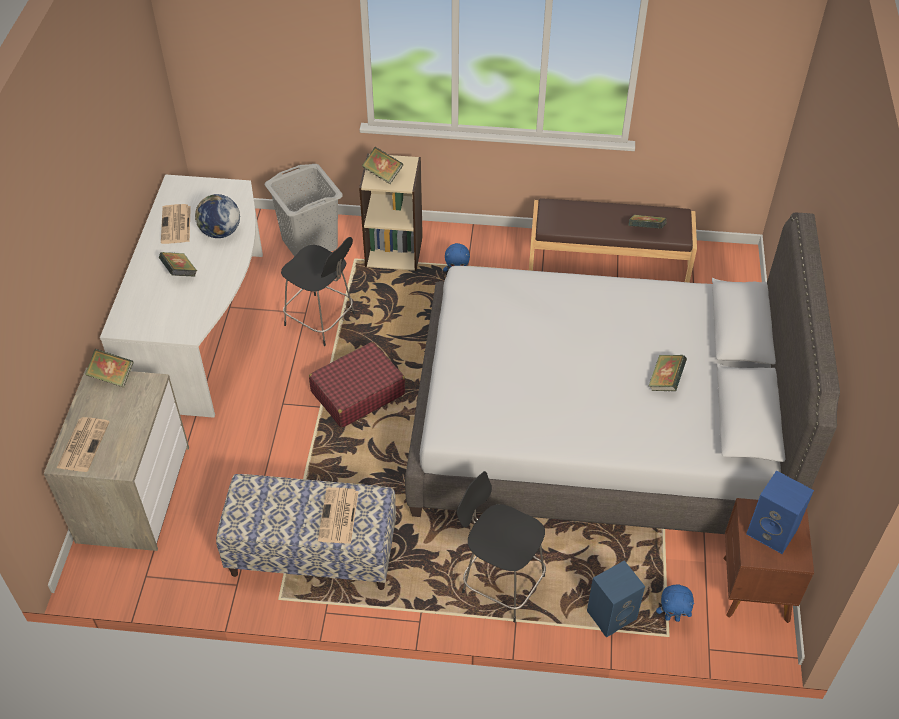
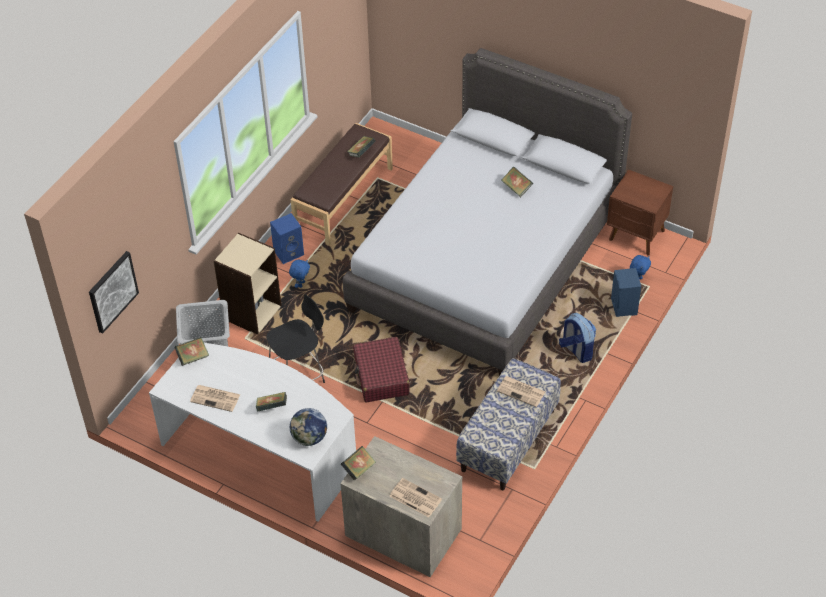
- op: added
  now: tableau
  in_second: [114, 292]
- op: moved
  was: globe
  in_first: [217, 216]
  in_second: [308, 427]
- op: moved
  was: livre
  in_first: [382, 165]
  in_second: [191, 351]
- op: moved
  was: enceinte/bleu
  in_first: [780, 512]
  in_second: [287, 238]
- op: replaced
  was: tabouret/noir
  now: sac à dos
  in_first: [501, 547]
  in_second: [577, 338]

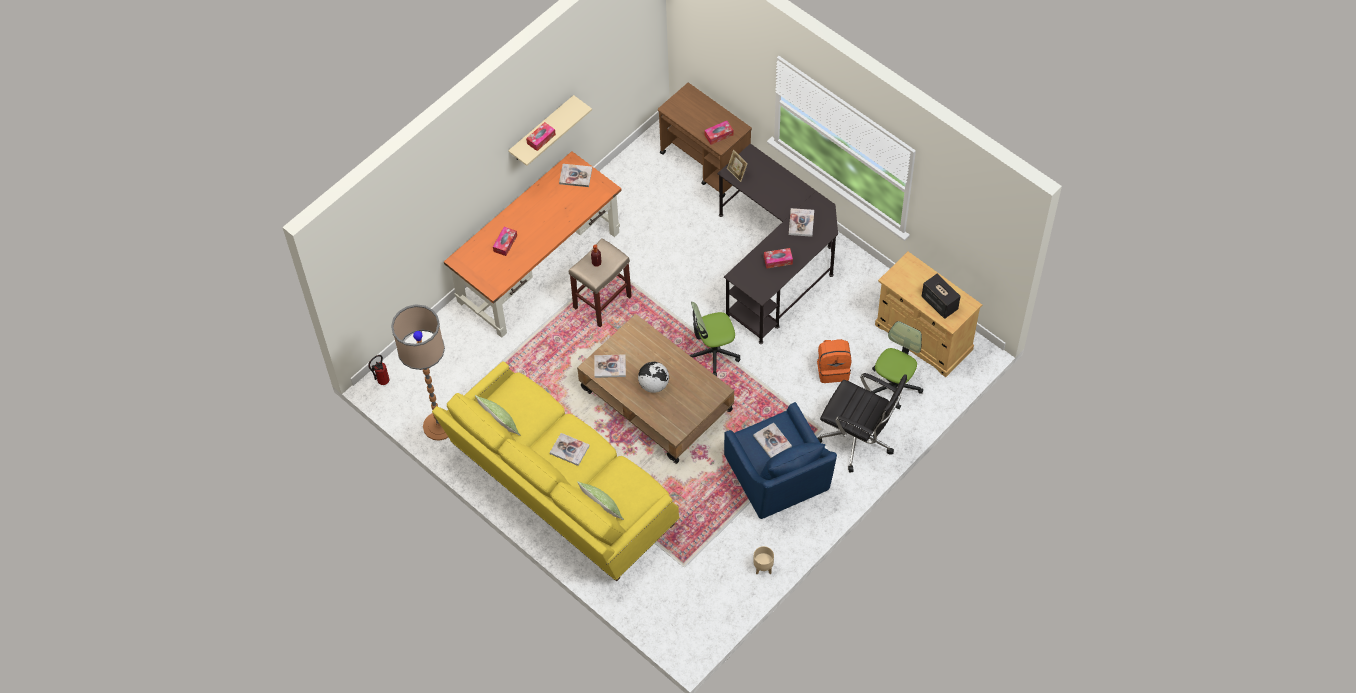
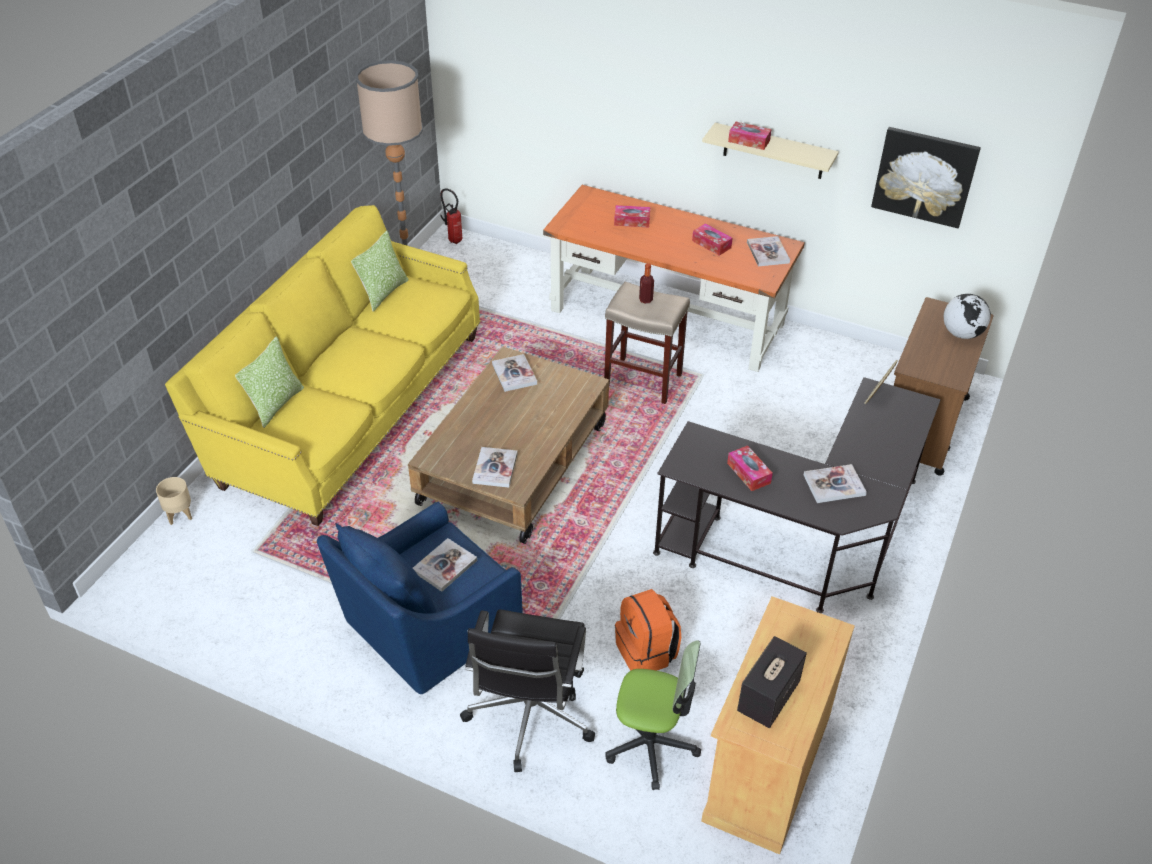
- op: removed
  was: chaise de bureau
  in_first: [715, 339]
- op: added
  now: tableau
  in_second: [926, 177]
- op: moved
  was: livre
  in_first: [570, 449]
  in_second: [495, 467]
- op: moved
  was: globe
  in_first: [653, 377]
  in_second: [967, 316]
- op: moved
  was: boîte à mouchoirs
  in_first: [718, 133]
  in_second: [712, 239]
- op: moved
  was: cache-pot/beige
  in_first: [763, 560]
  in_second: [174, 501]

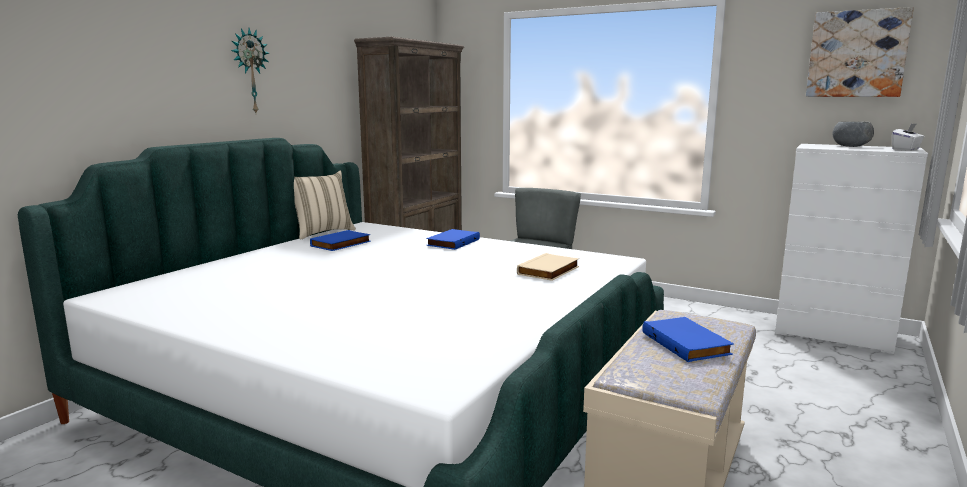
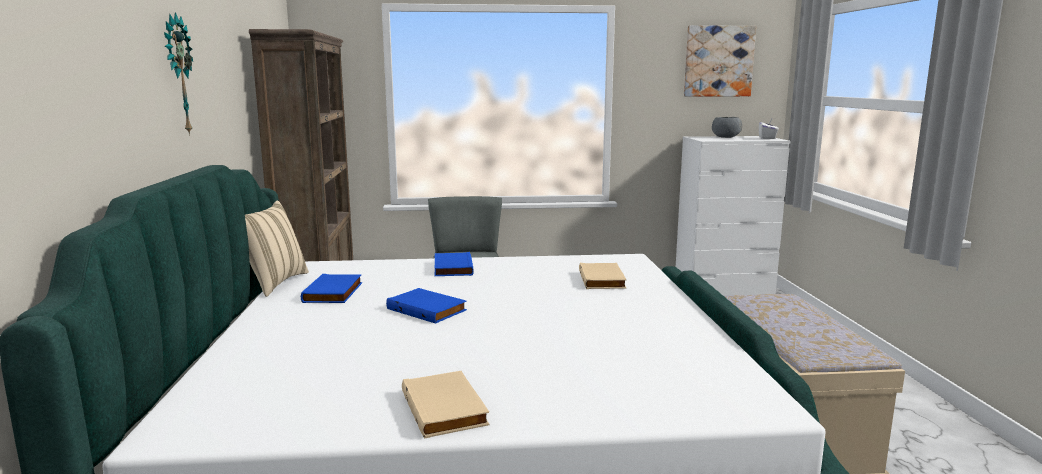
- op: added
  now: livre/beige
  in_second: [446, 405]
- op: moved
  was: livre/bleu
  in_first: [688, 339]
  in_second: [426, 305]

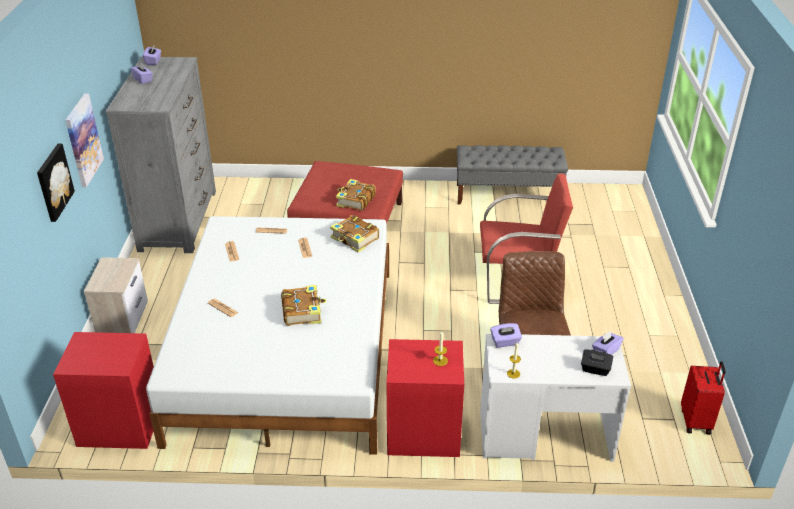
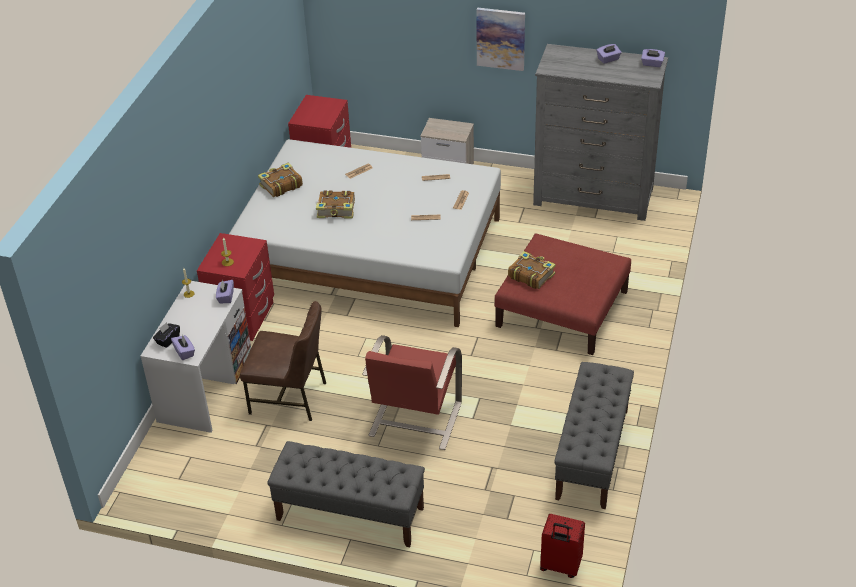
- op: removed
  was: tableau
  in_first: [56, 183]
- op: added
  now: banc/gris
  in_second: [346, 494]
- op: moved
  was: livre
  in_first: [354, 234]
  in_second: [280, 180]
- op: moved
  was: valise/rouge
  in_first: [703, 398]
  in_second: [562, 546]

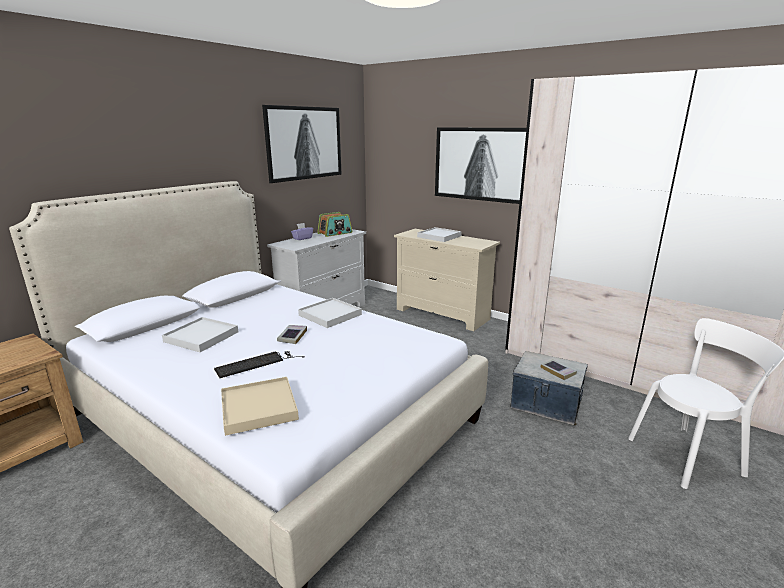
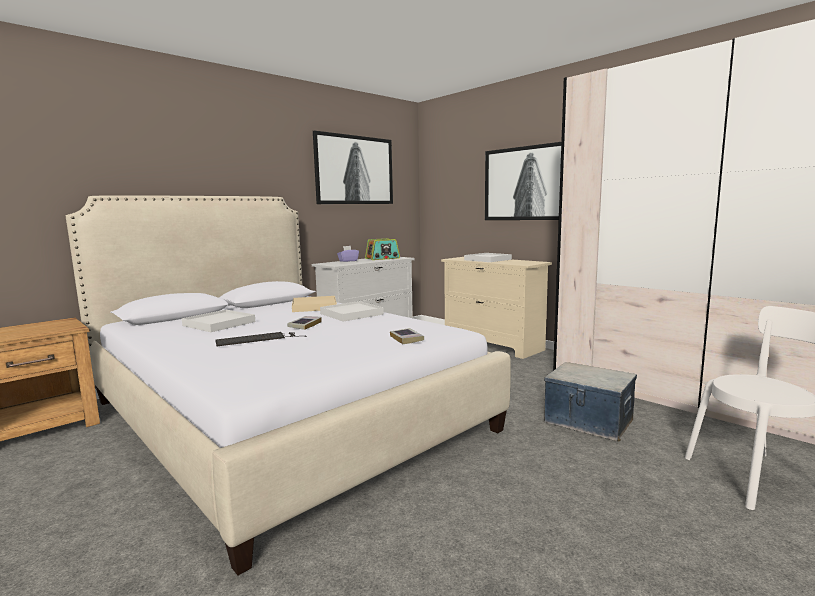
- op: moved
  was: plateau/beige
  in_first: [260, 406]
  in_second: [314, 304]
- op: moved
  was: livre
  in_first: [559, 369]
  in_second: [407, 336]

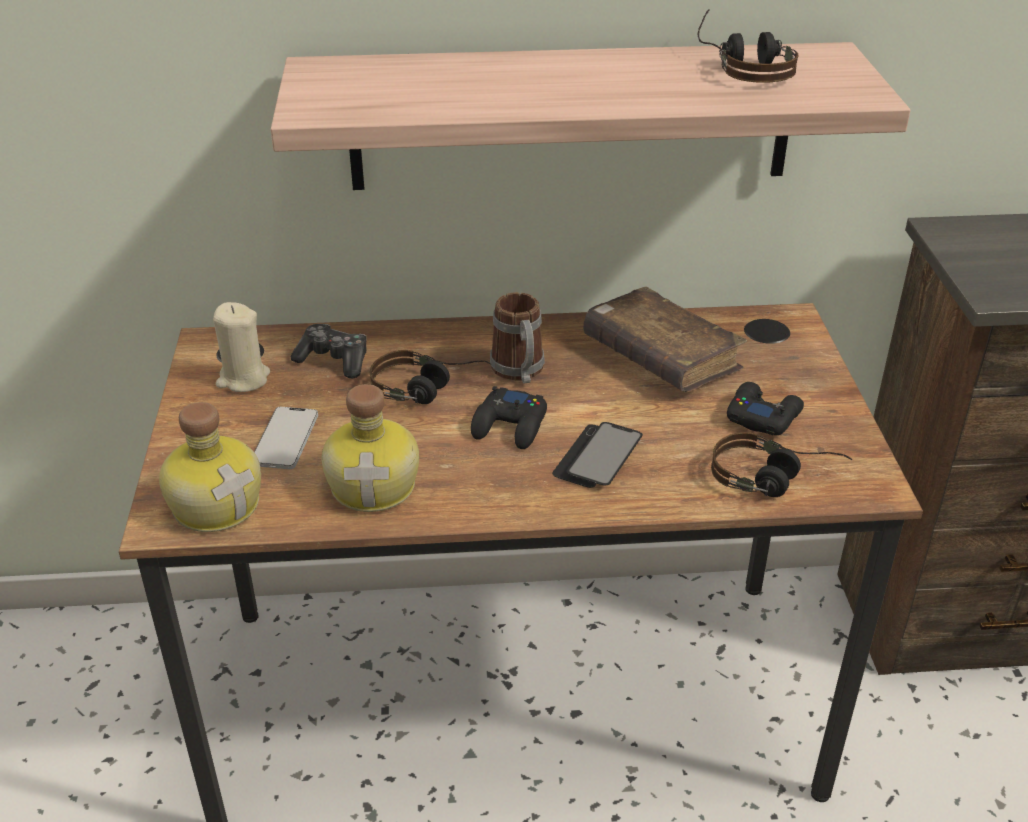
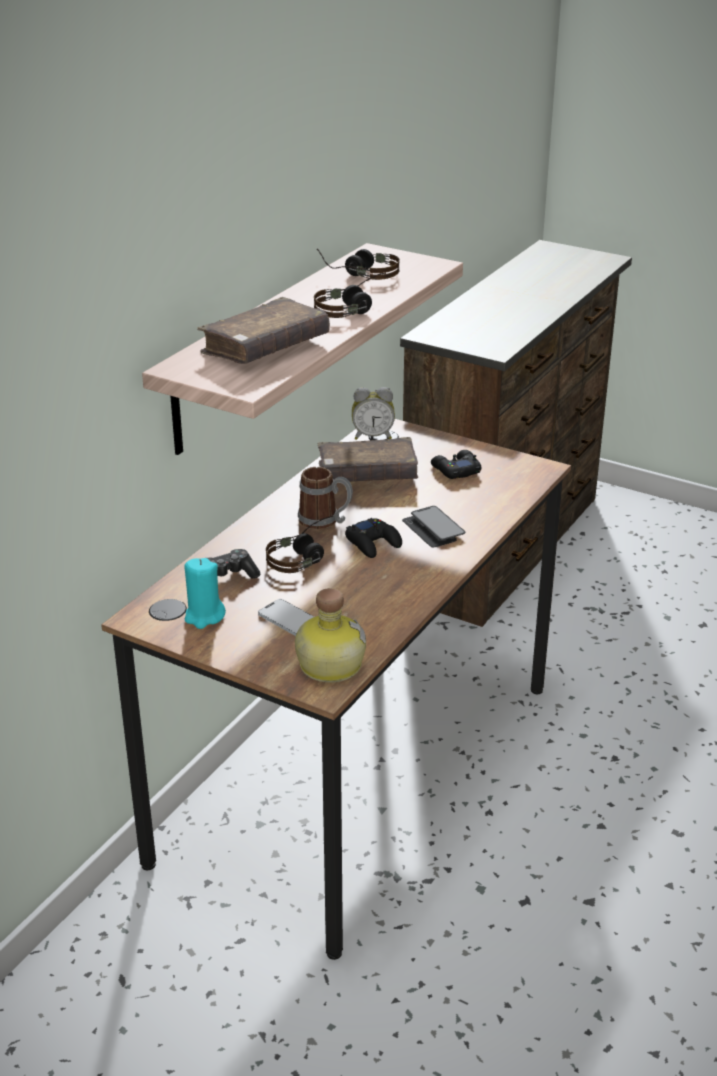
- op: removed
  was: bouteille
  in_first: [370, 448]
- op: added
  now: livre/marron
  in_second: [263, 330]
- op: added
  now: réveil
  in_second: [373, 413]
- op: moved
  was: casque audio
  in_first: [781, 464]
  in_second: [350, 295]
- op: recoloured
  was: bougie/beige
  now: bougie/turquoise
  in_first: [241, 347]
  in_second: [205, 593]

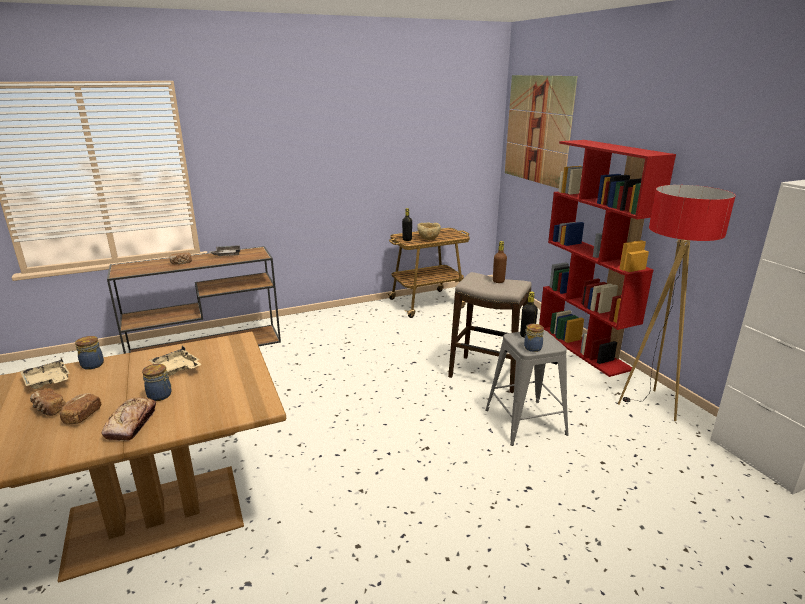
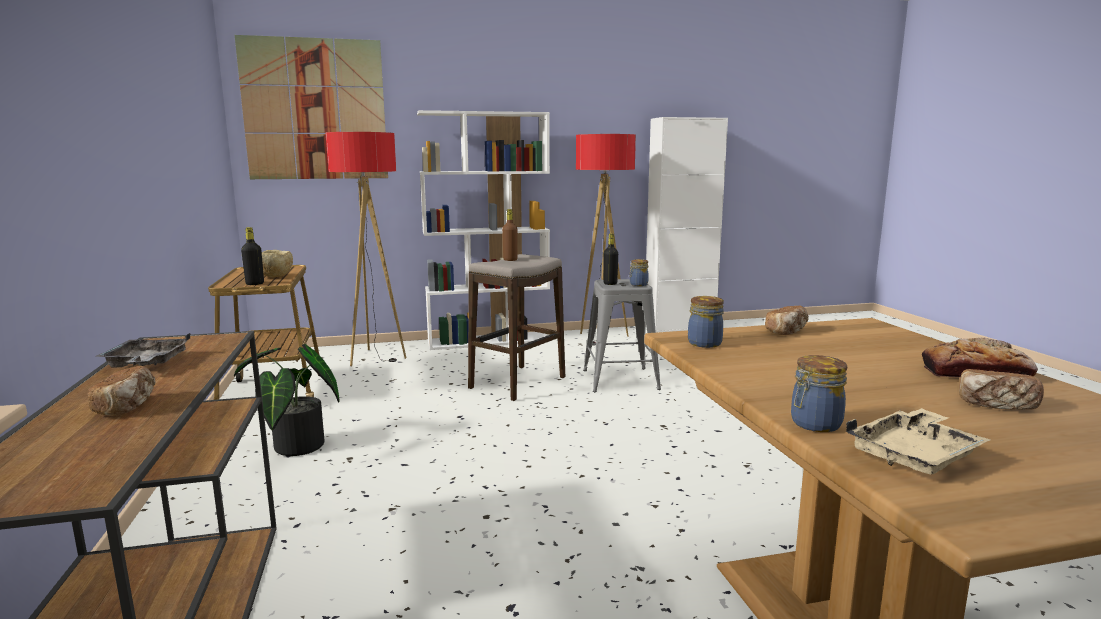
- op: removed
  was: plateau/beige
  in_first: [175, 361]
- op: added
  now: plante en pot
  in_second: [286, 400]
- op: added
  now: lampadaire
  in_second: [366, 249]
- op: moved
  was: pain
  in_first: [48, 402]
  in_second: [787, 320]
- op: moved
  was: bocal
  in_first: [157, 382]
  in_second: [706, 322]
- op: recoloured
  was: bibliothèque/rouge
  now: bibliothèque/blanc
  in_first: [607, 258]
  in_second: [483, 230]

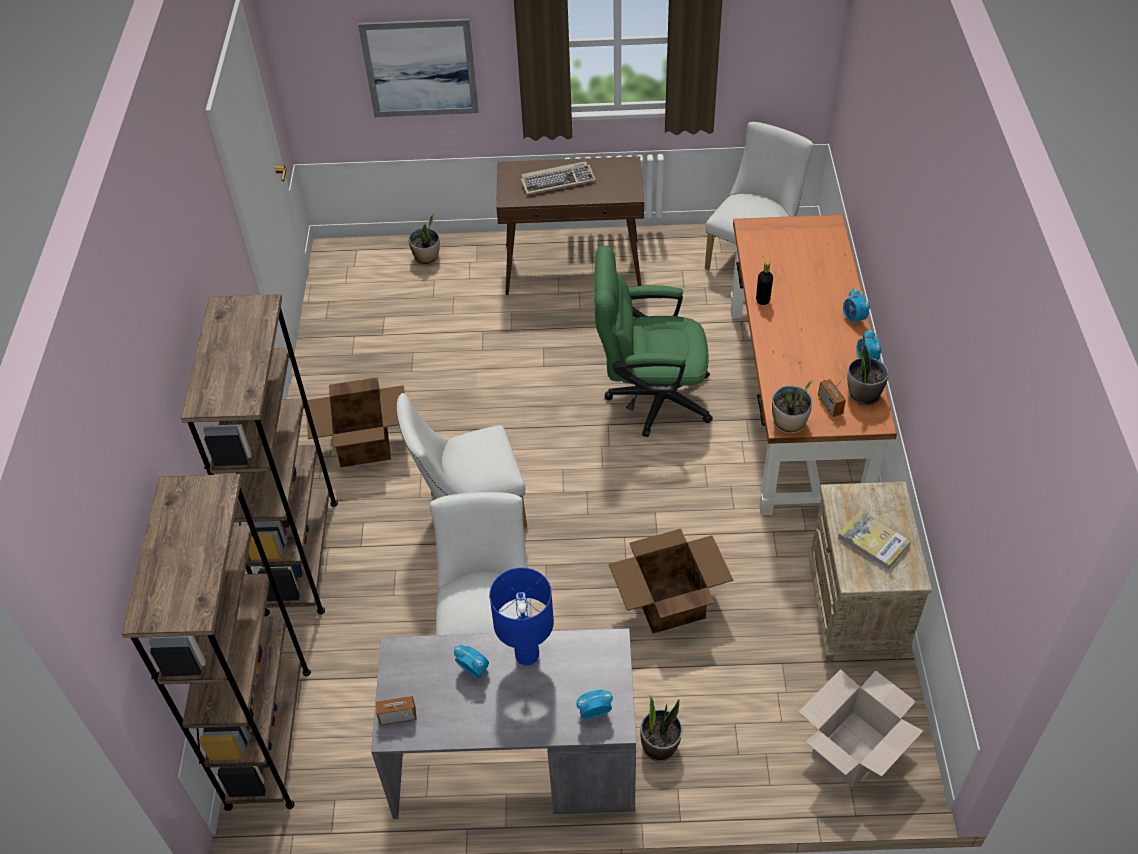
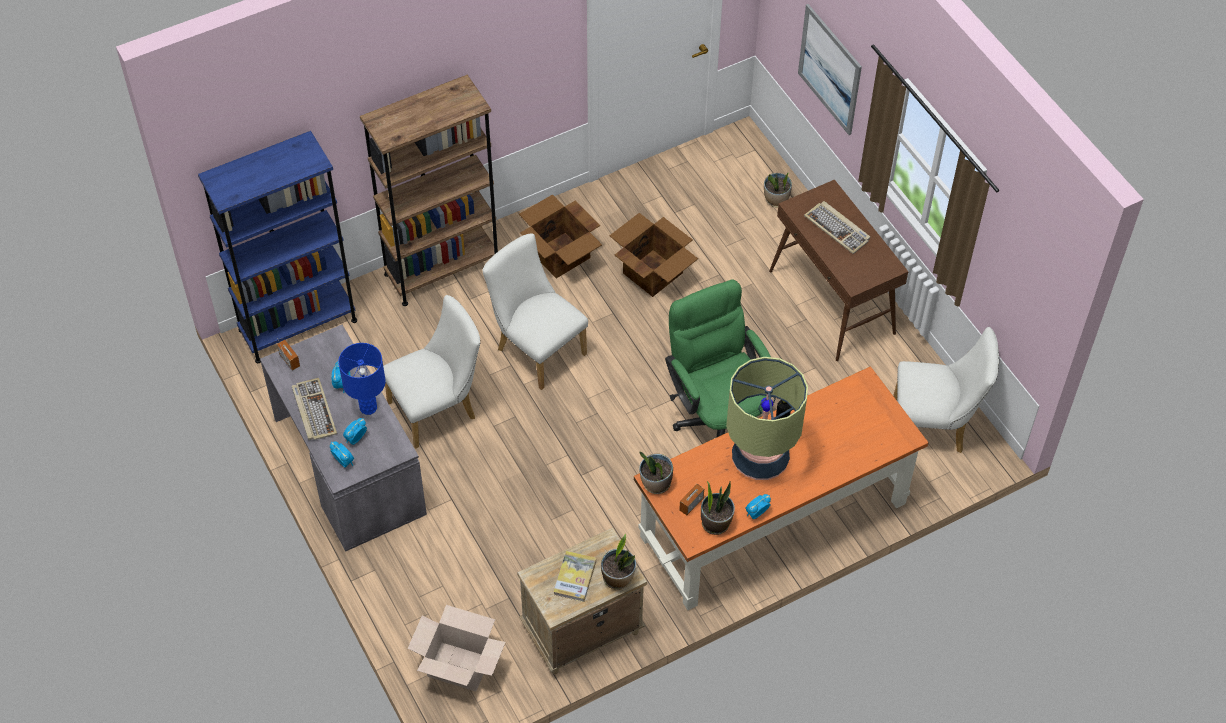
- op: added
  now: clavier
  in_second: [314, 409]
- op: added
  now: lampe de table
  in_second: [767, 418]
- op: moved
  was: carton
  in_first: [671, 581]
  in_second: [653, 255]
- op: moved
  was: plante en pot
  in_first: [661, 728]
  in_second: [618, 562]
- op: moved
  was: réveil
  in_first: [856, 307]
  in_second: [355, 431]
- op: recoloured
  was: bibliothèque/marron
  now: bibliothèque/bleu
  in_first: [216, 642]
  in_second: [277, 247]

